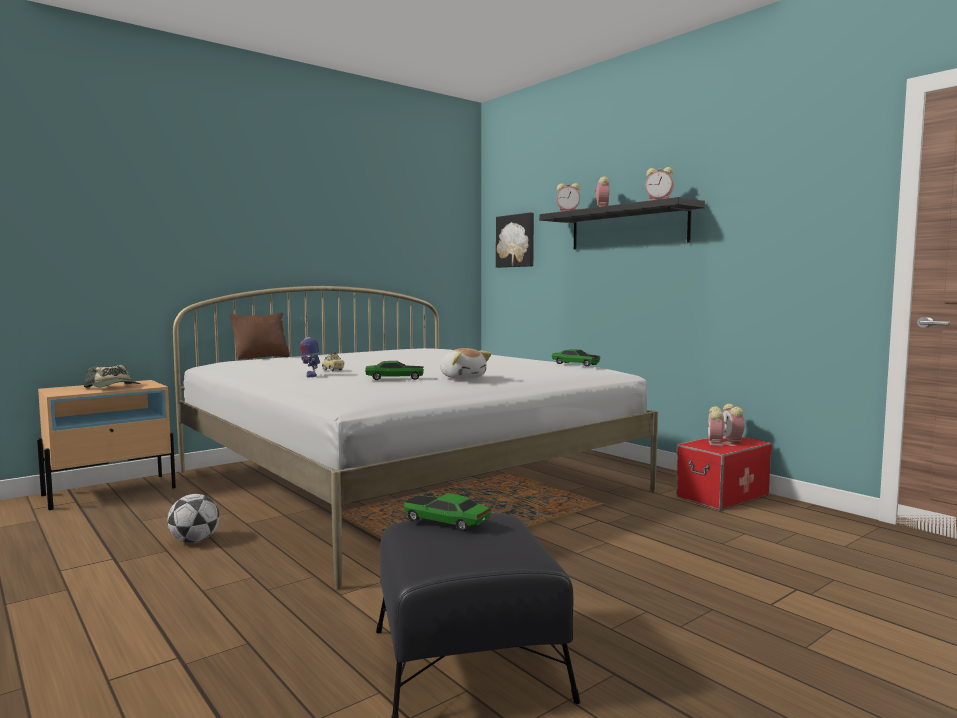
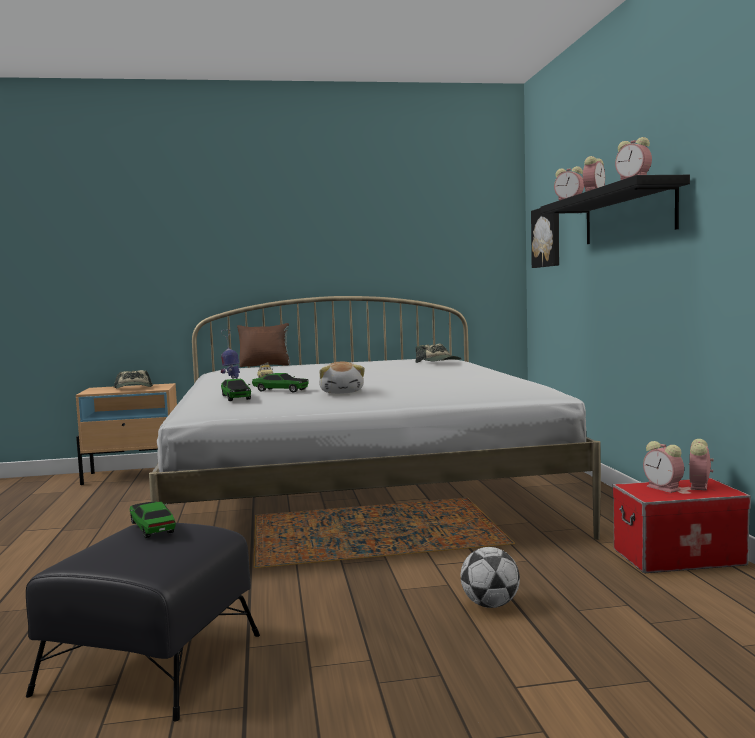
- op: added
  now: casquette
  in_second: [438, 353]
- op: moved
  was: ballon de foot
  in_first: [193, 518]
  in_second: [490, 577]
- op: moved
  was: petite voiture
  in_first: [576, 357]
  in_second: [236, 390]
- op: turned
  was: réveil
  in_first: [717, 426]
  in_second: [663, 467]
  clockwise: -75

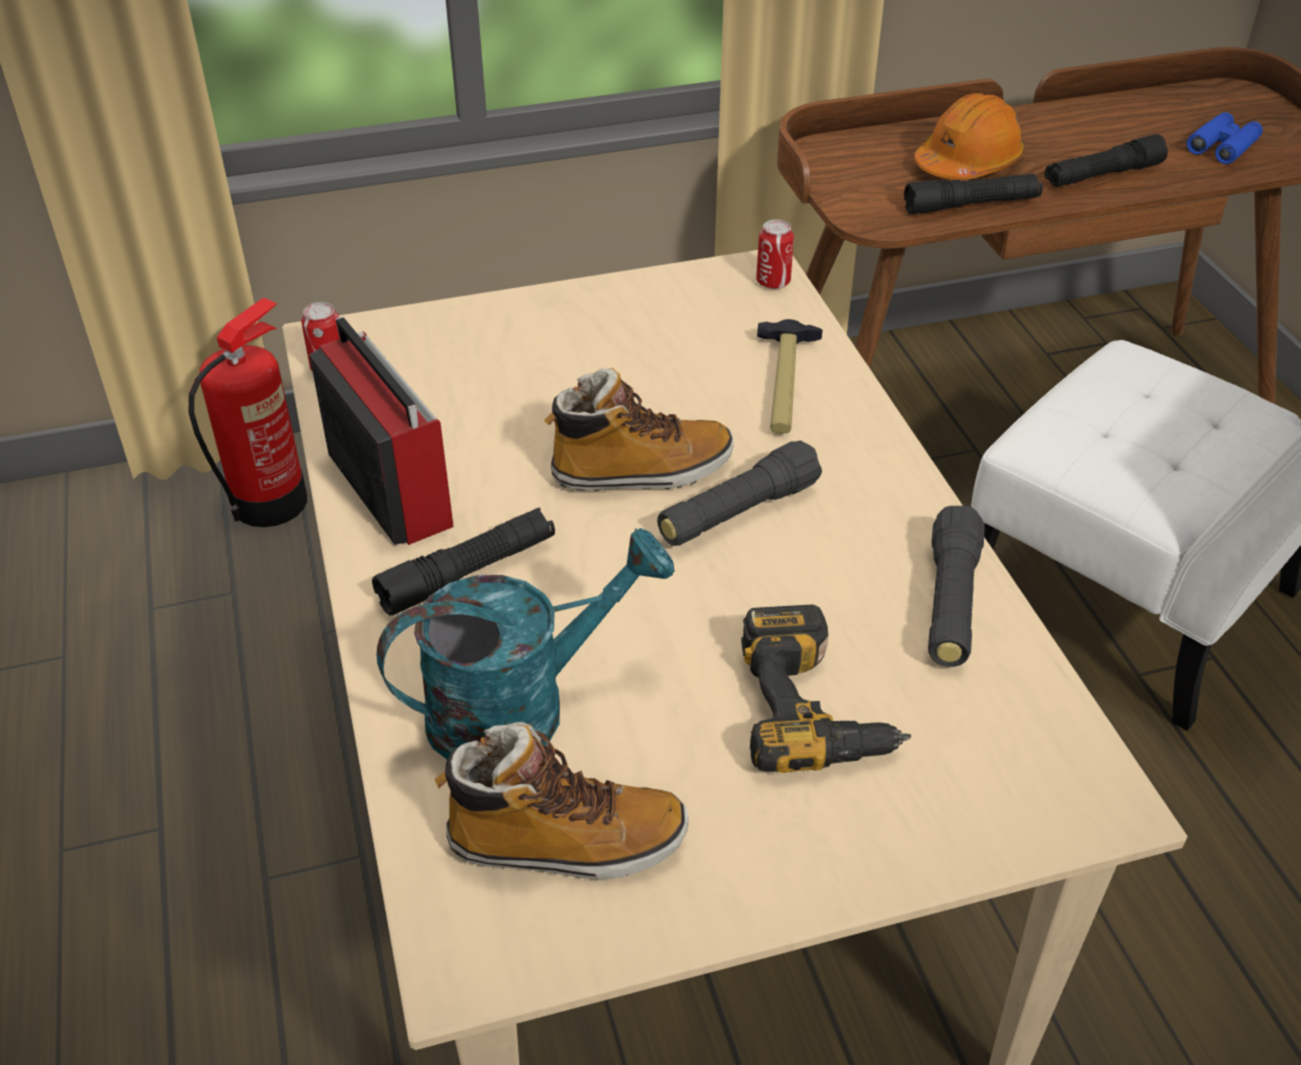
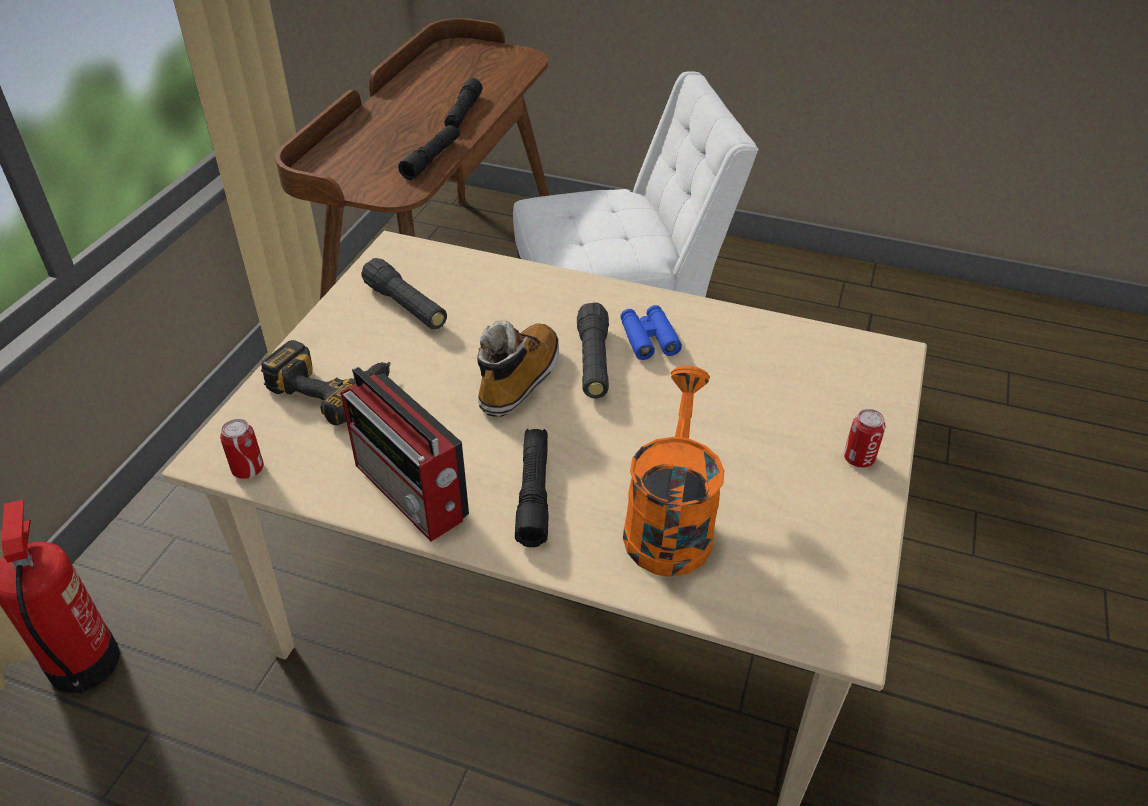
- op: removed
  was: botte
  in_first: [562, 801]
- op: removed
  was: marteau
  in_first: [789, 376]
- op: removed
  was: casque de chantier/orange
  in_first: [969, 136]
- op: moved
  was: perceuse
  in_first: [826, 688]
  in_second: [326, 383]
- op: moved
  was: boîte métallique
  in_first: [775, 254]
  in_second: [865, 438]
- op: moved
  was: lampe de poche/noir
  in_first: [956, 586]
  in_second: [404, 293]
- op: moved
  was: jumelles/bleu
  in_first: [1224, 138]
  in_second: [651, 332]
- op: recoloured
  was: arrosoir/turquoise
  now: arrosoir/orange
  in_first: [525, 643]
  in_second: [673, 471]
- op: turned
  was: radio
  in_first: [381, 431]
  in_second: [405, 454]
  clockwise: -135

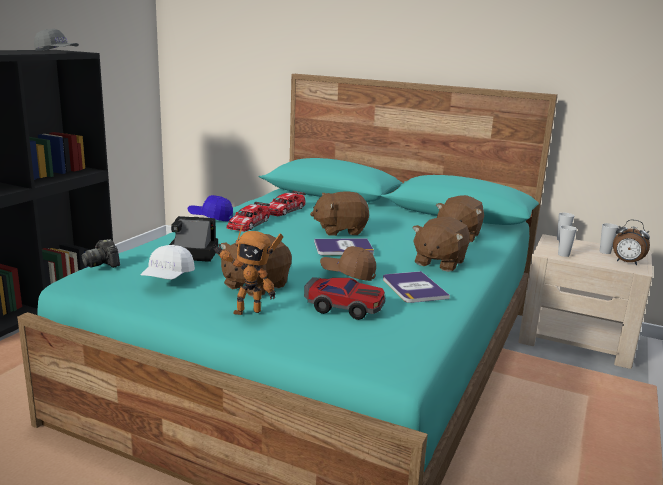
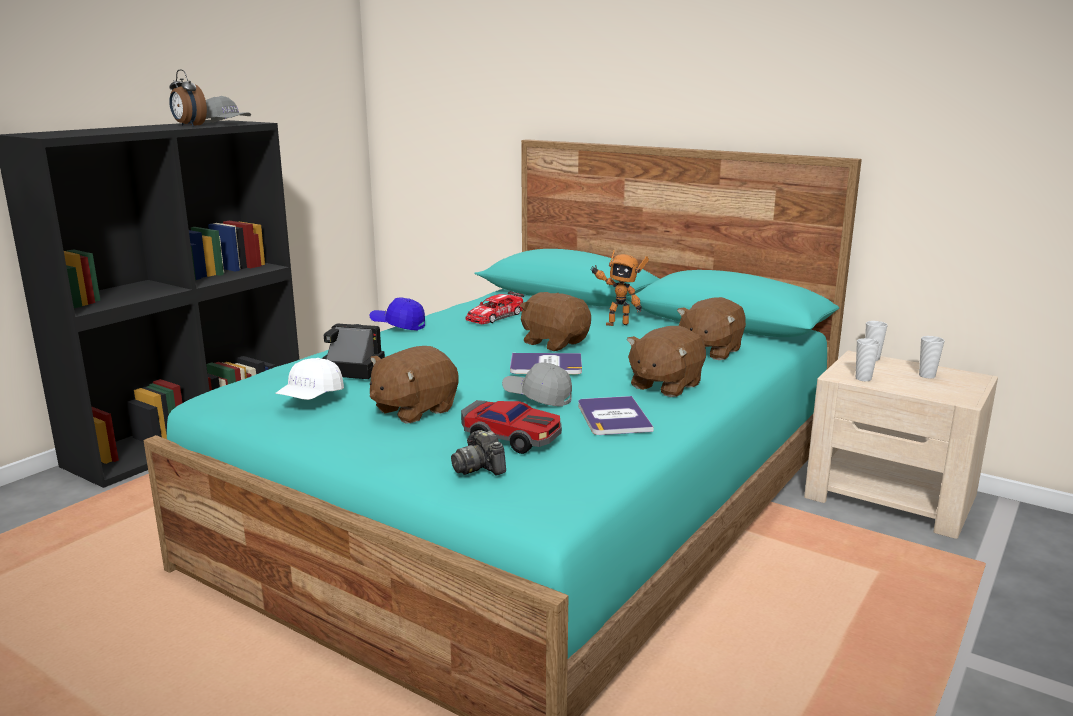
- op: removed
  was: petite voiture
  in_first: [248, 217]
- op: moved
  was: appareil photo
  in_first: [101, 253]
  in_second: [478, 452]
- op: moved
  was: robot jouet
  in_first: [247, 270]
  in_second: [619, 288]
- op: moved
  was: réveil
  in_first: [631, 242]
  in_second: [188, 98]
- op: recoloured
  was: casquette/marron
  now: casquette/gris
  in_first: [348, 263]
  in_second: [537, 385]
- op: turned
  was: peluche/marron
  in_first: [339, 213]
  in_second: [555, 321]
  clockwise: 45

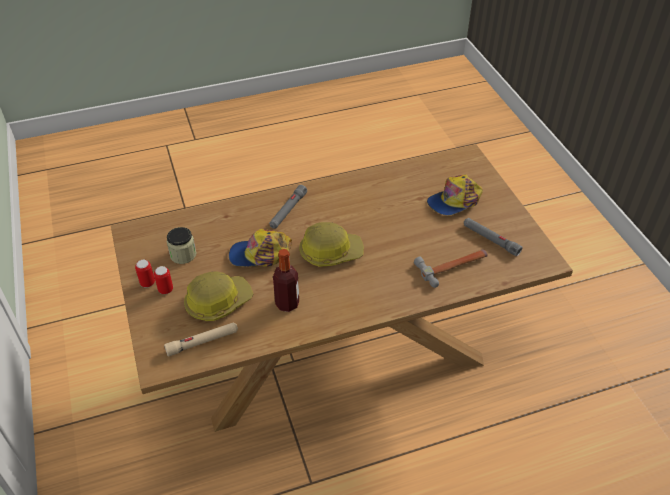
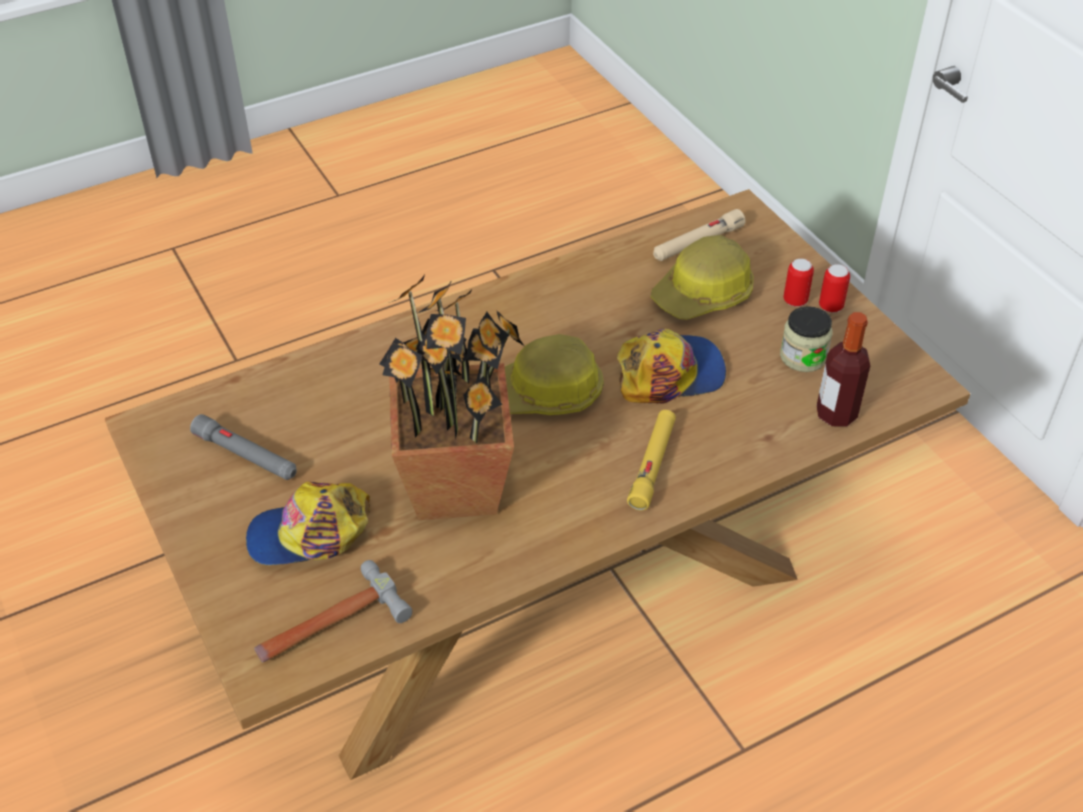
- op: added
  now: plante en pot
  in_second: [451, 397]
- op: moved
  was: bouteille
  in_first: [286, 280]
  in_second: [843, 369]
- op: moved
  was: marteau
  in_first: [451, 268]
  in_second: [333, 611]
- op: recoloured
  was: lampe de poche/gris
  now: lampe de poche/jaune
  in_first: [288, 207]
  in_second: [651, 460]
- op: turned
  was: casquette
  in_first: [455, 194]
  in_second: [308, 523]
  clockwise: -150

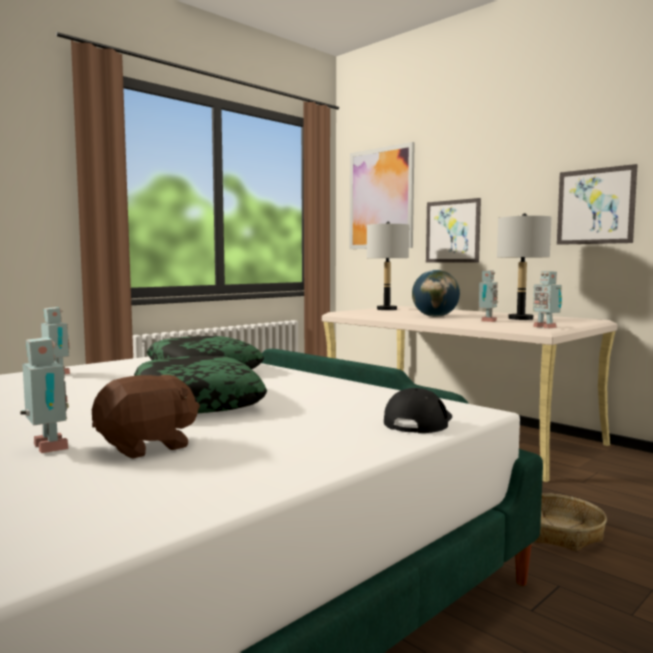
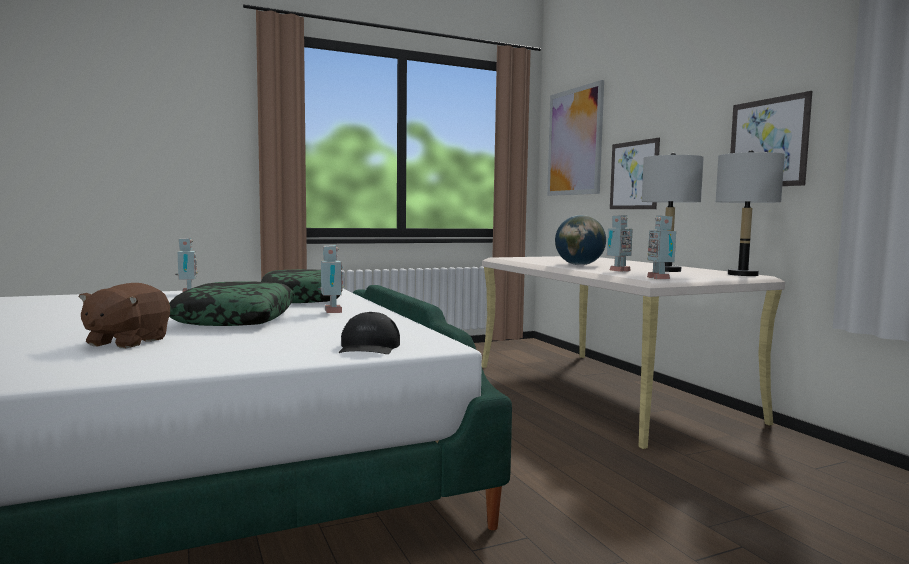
- op: removed
  was: panier
  in_first: [570, 522]
- op: moved
  was: robot jouet
  in_first: [44, 395]
  in_second: [331, 279]
- op: moved
  was: lampe de table/gris
  in_first: [388, 266]
  in_second: [750, 213]
- op: turned
  was: peluche/marron
  in_first: [146, 416]
  in_second: [124, 316]
  clockwise: 120
- op: turned
  was: casquette/noir
  in_first: [418, 410]
  in_second: [369, 333]
  clockwise: 135

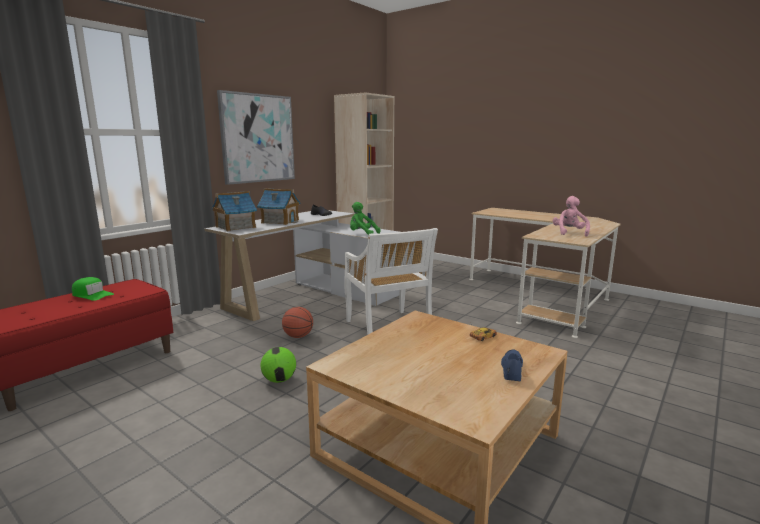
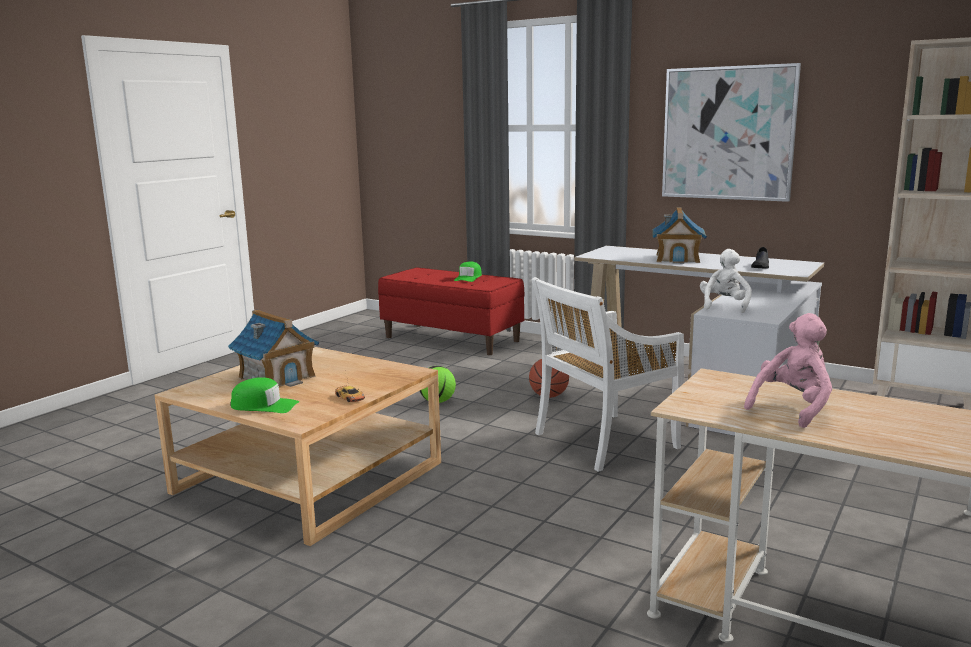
- op: moved
  was: maison miniature
  in_first: [234, 211]
  in_second: [273, 348]
- op: replaced
  was: chaussure/bleu
  now: casquette/vert
  in_first: [512, 365]
  in_second: [264, 395]
- op: recoloured
  was: peluche/vert
  now: peluche/blanc
  in_first: [365, 219]
  in_second: [726, 281]
- op: turned
  was: peluche/rose
  in_first: [571, 216]
  in_second: [788, 370]
  clockwise: -45

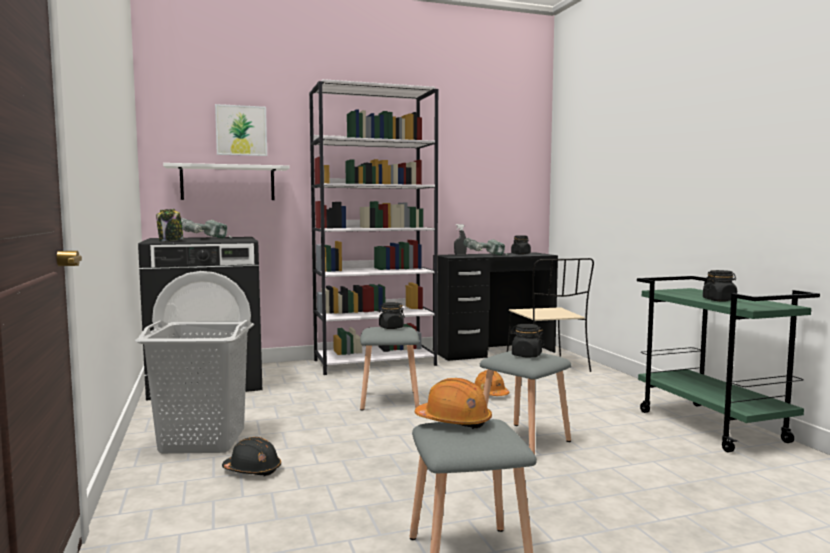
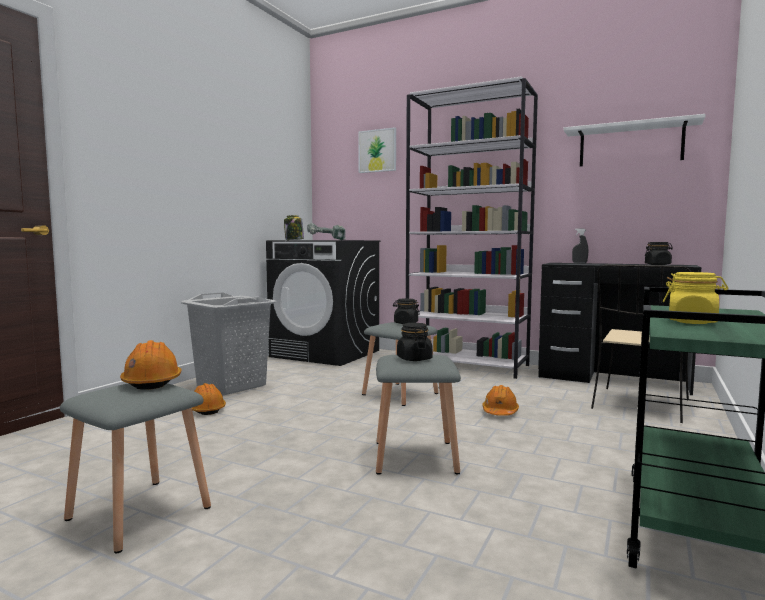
- op: removed
  was: perceuse
  in_first: [485, 247]
- op: moved
  was: étagère/blanc
  in_first: [226, 181]
  in_second: [635, 140]
- op: recoloured
  was: casque de chantier/noir
  now: casque de chantier/orange
  in_first: [251, 456]
  in_second: [209, 399]
- op: recoloured
  was: bocal/noir
  now: bocal/jaune
  in_first: [720, 286]
  in_second: [695, 298]

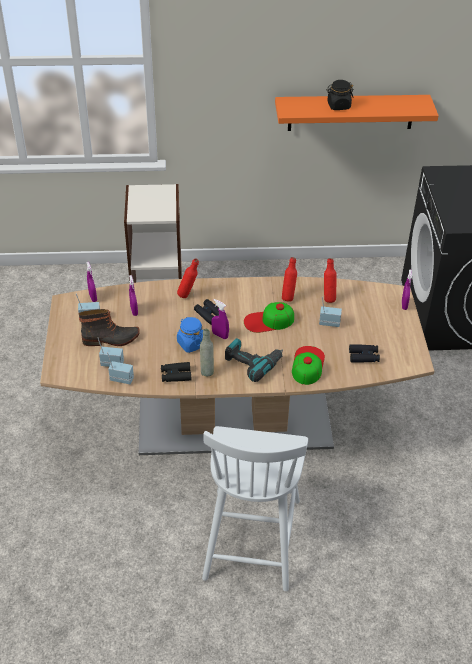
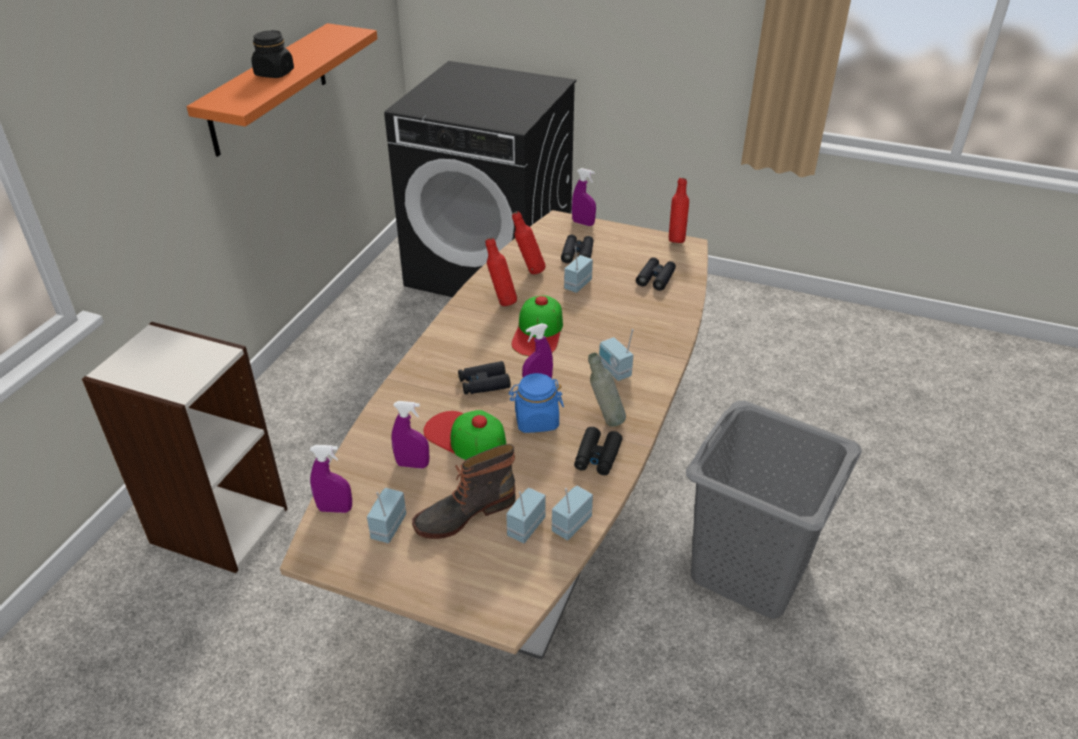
- op: added
  now: jumelles/noir
  in_second: [577, 249]
- op: moved
  was: bouteille/rouge
  in_first: [188, 278]
  in_second: [679, 210]
- op: moved
  was: casquette
  in_first: [308, 365]
  in_second: [465, 435]
- op: replaced
  was: chaise/blanc
  now: panier à linge/gris
  in_first: [255, 508]
  in_second: [774, 510]
- op: replaced
  was: perceuse
  now: radio
  in_first: [254, 360]
  in_second: [616, 355]
- op: turned
  was: botte
  in_first: [109, 327]
  in_second: [464, 491]
  clockwise: -135

